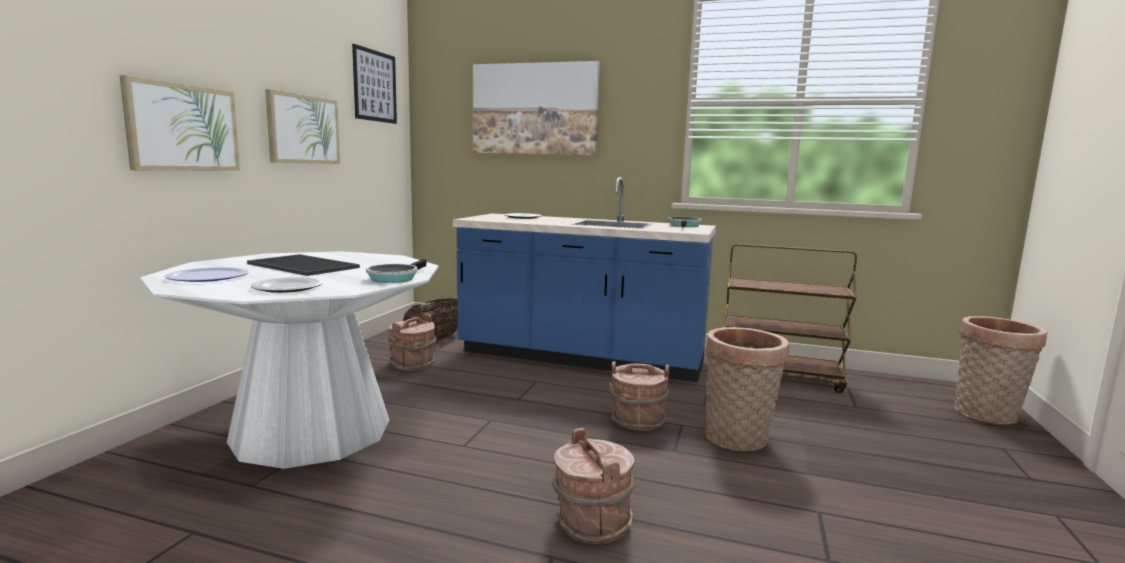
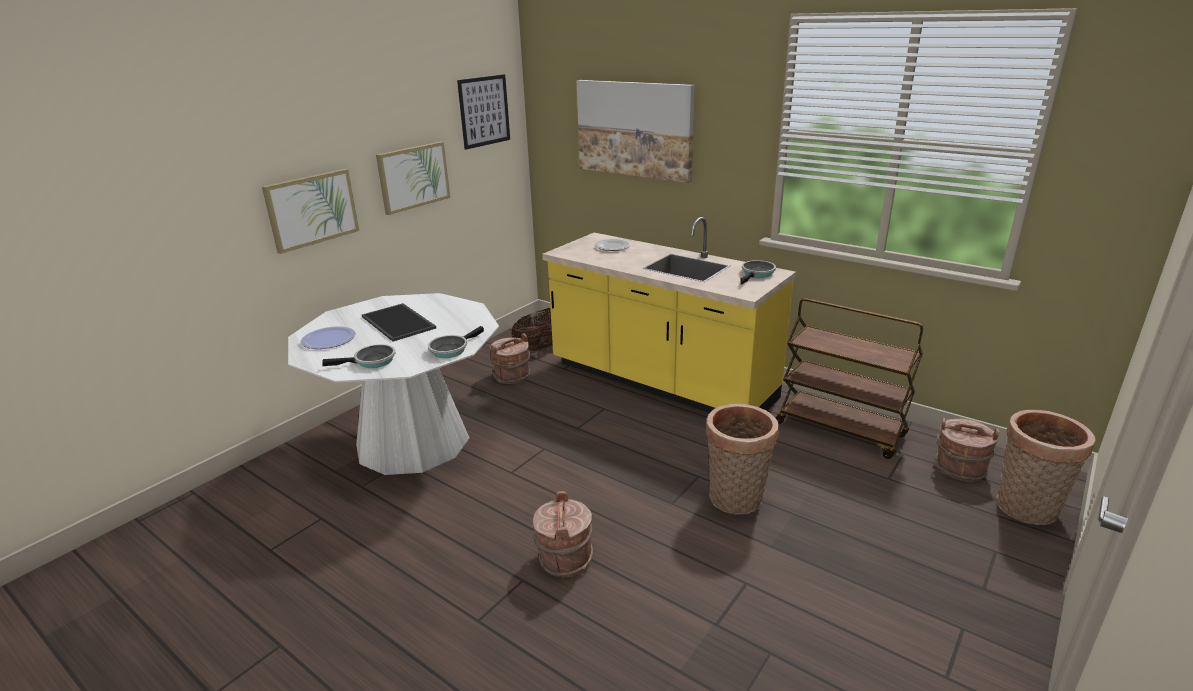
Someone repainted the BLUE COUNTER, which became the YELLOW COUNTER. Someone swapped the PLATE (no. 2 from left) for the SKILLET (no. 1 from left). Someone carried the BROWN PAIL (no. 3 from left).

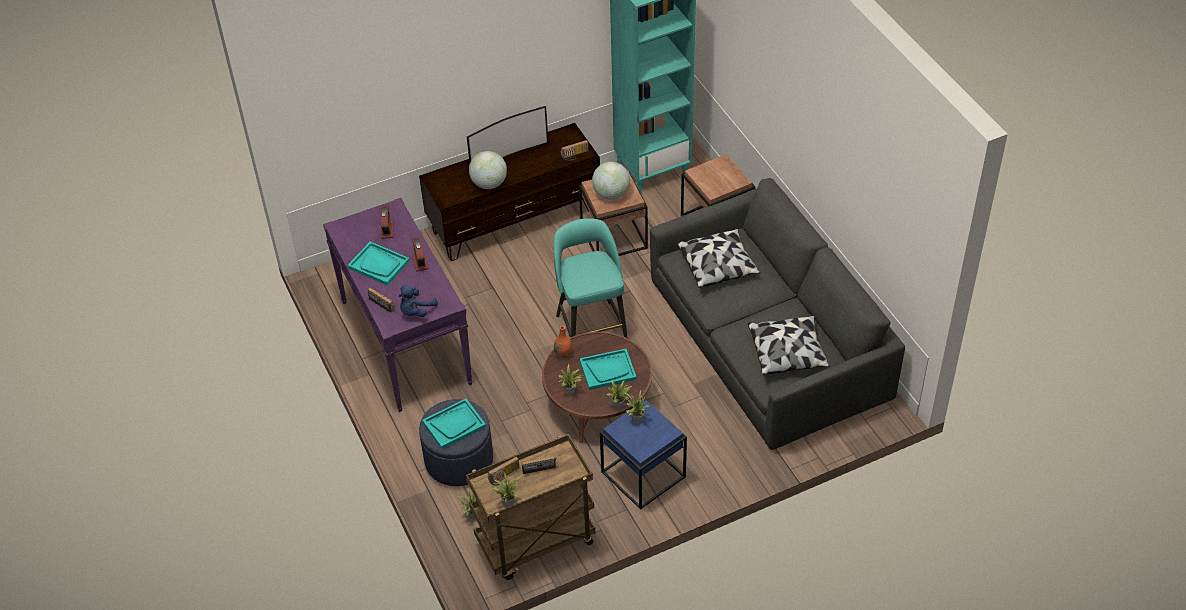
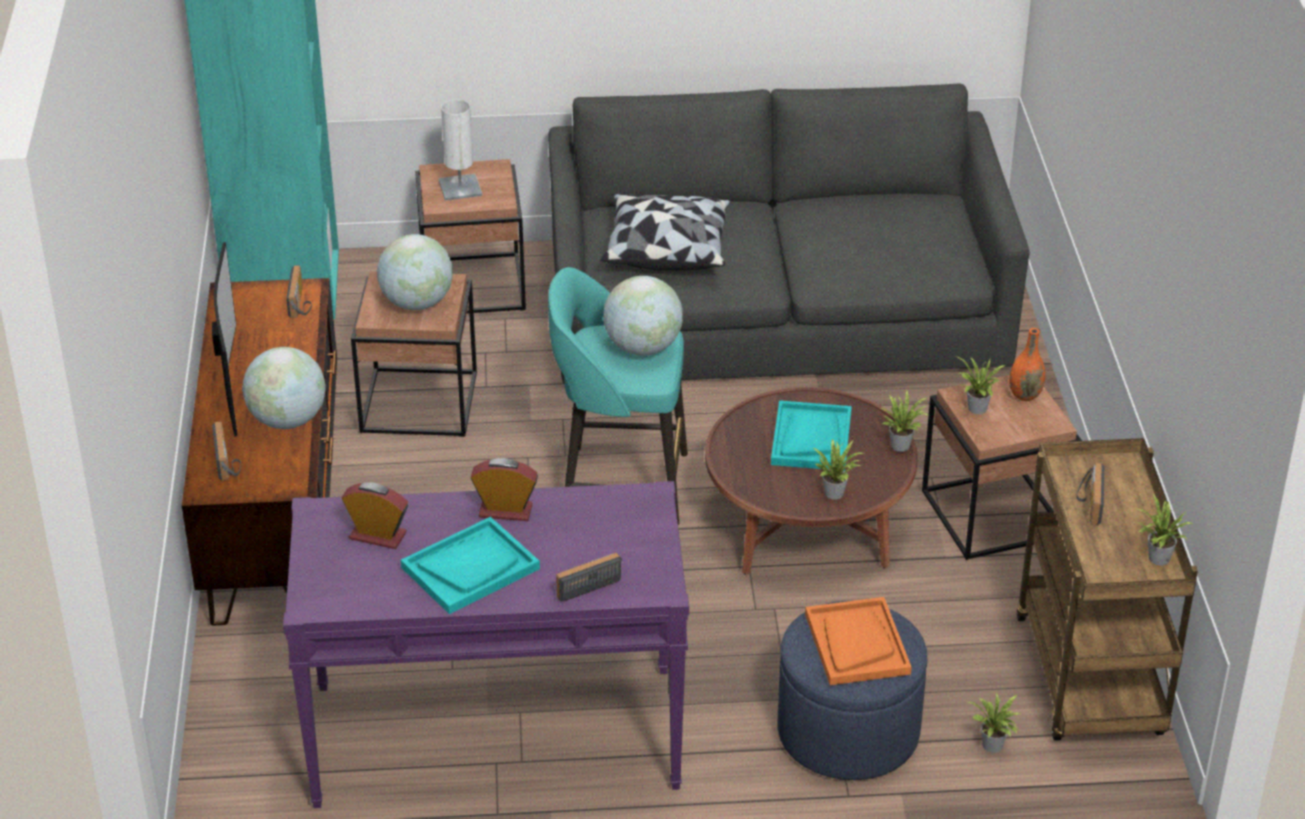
Someone took away the BLUE CUDDLY TOY. Someone took away the PILLOW (no. 2 from left). Someone carried the ORANGEY VASE. Someone repainted the TURQUOISE CARRYING TRAY (no. 2 from left), which became the ORANGEY CARRYING TRAY. Someone repainted the BLUE END TABLE, which became the BROWN END TABLE (no. 3 from left). Someone carried the RADIO RECEIVER (no. 2 from left in the first image). Someone put down the WHITE-COLOURED TABLETOP LAMP. Someone put down the GLOBE (no. 3 from left).

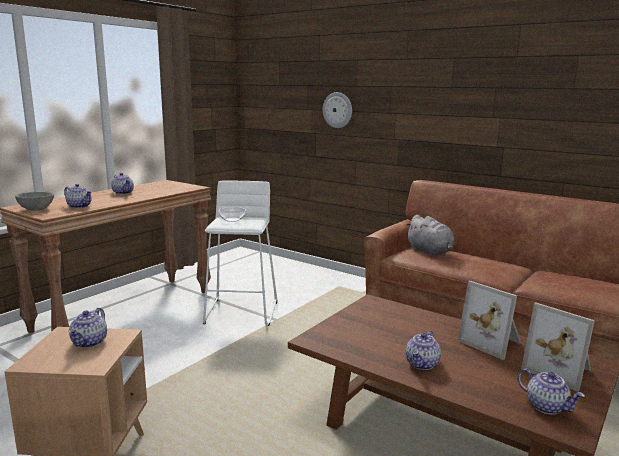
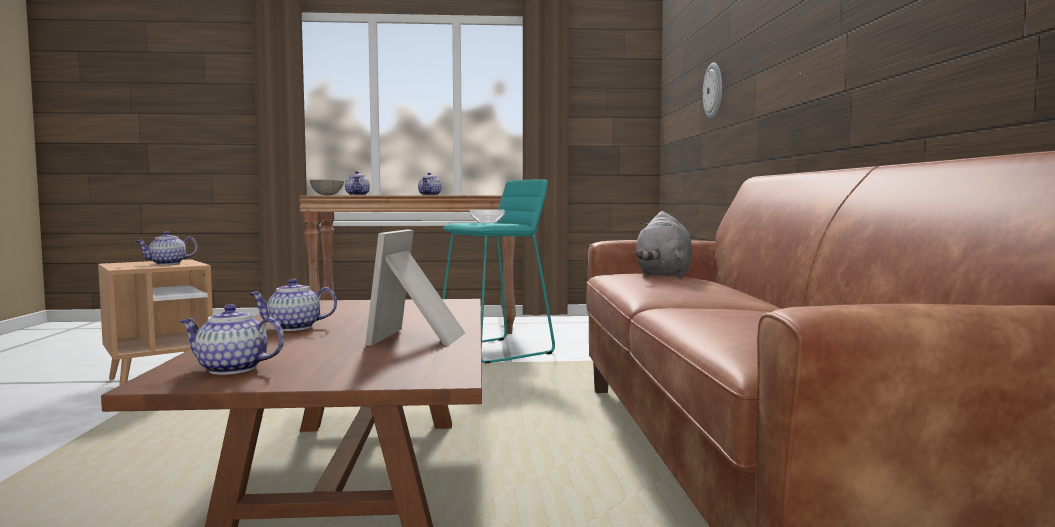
Someone repainted the WHITE-COLOURED STOOL SEAT, which became the TURQUOISE STOOL SEAT. Someone took away the PHOTO FRAME (no. 2 from left). Someone rotated the TEA POT (no. 5 from left in the first image) by 90 degrees clockwise.

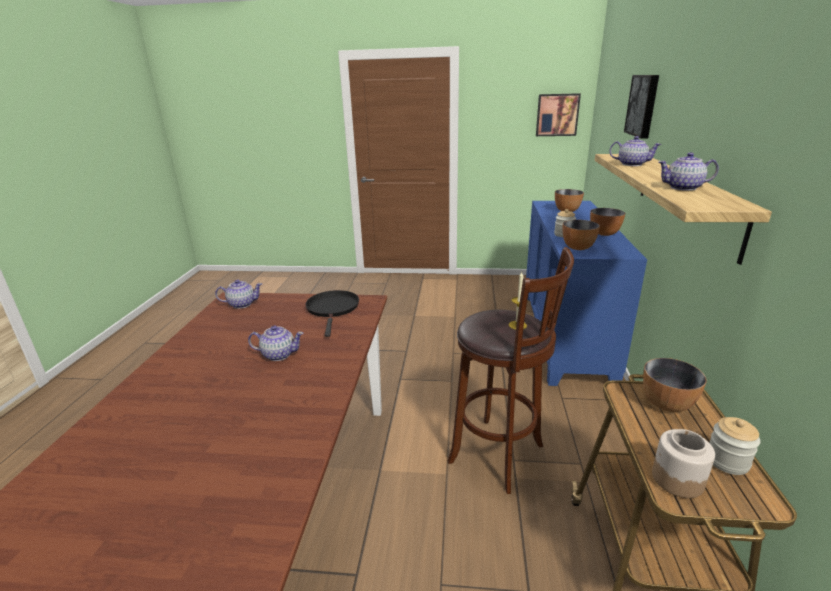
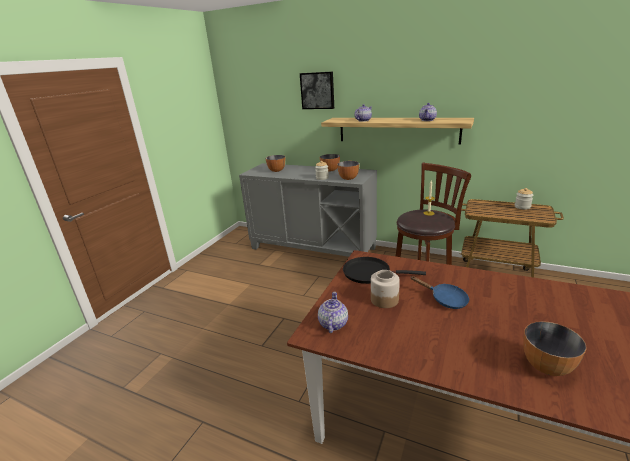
Someone took away the WALL PICTURE (no. 1 from left). Someone repainted the BLUE CUPBOARD, which became the GREYISH CUPBOARD. Someone swapped the TEA POT (no. 2 from left) for the BLUE SKILLET. Someone carried the SERVING BOWL (no. 4 from left). Someone carried the JAR (no. 2 from left).

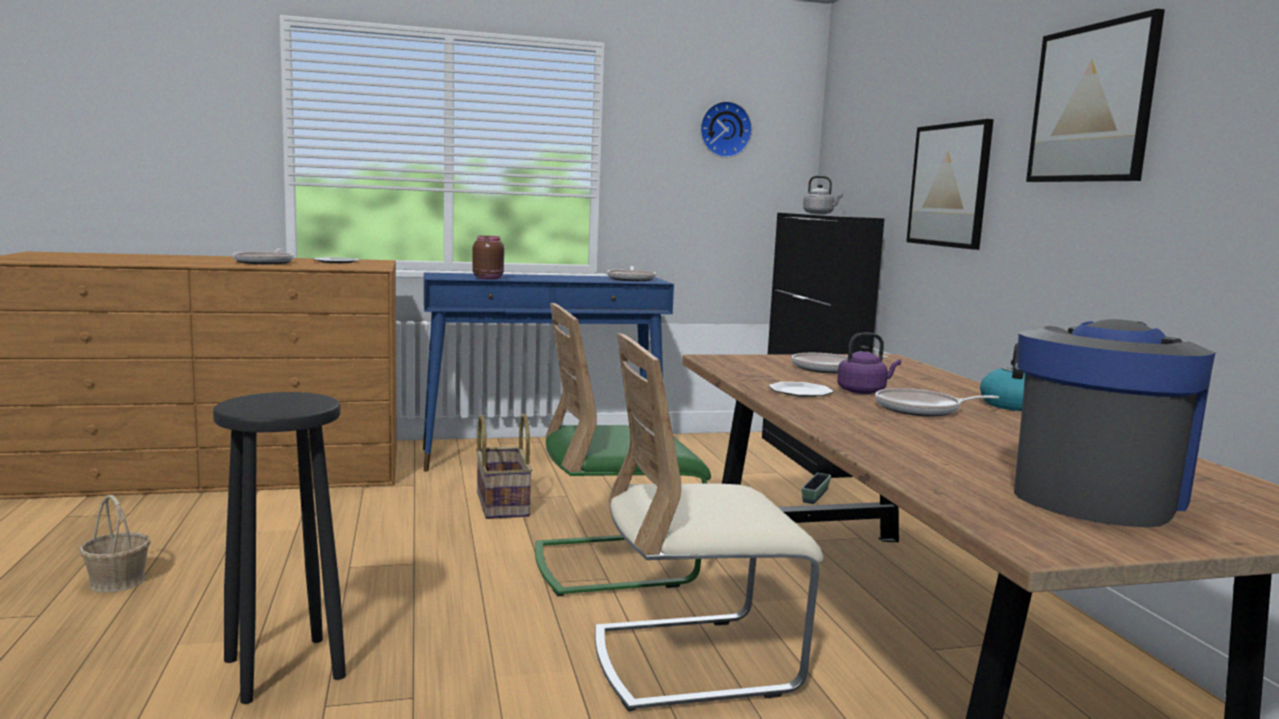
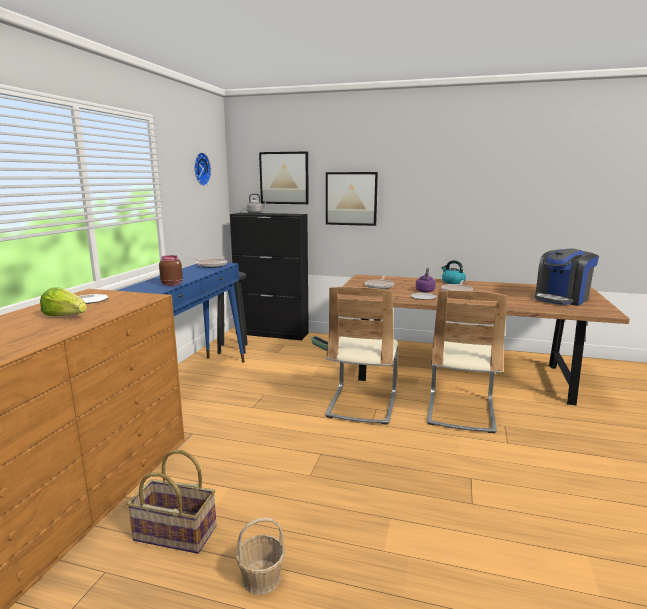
Someone carried the WALL PICTURE (no. 2 from left in the first image). Someone swapped the SKILLET (no. 1 from left) for the HEAD OF LETTUCE. Someone repainted the GREENISH CHAIR, which became the BEIGE-COLOURED CHAIR (no. 1 from left). Someone rotated the COFFEE BREWER by 105 degrees counterclockwise. Someone carried the BLACK STOOL SEAT. Someone carried the BASKET (no. 2 from left in the first image).

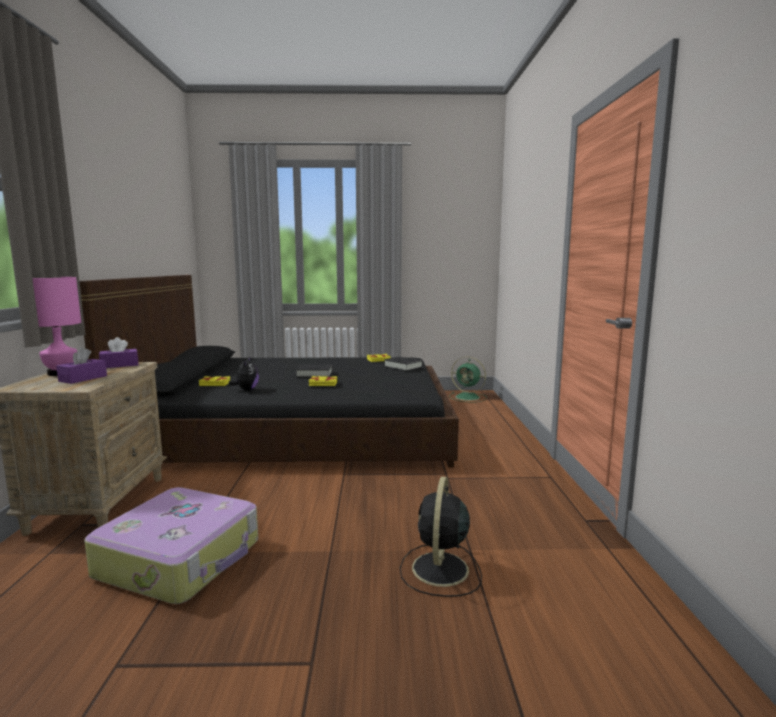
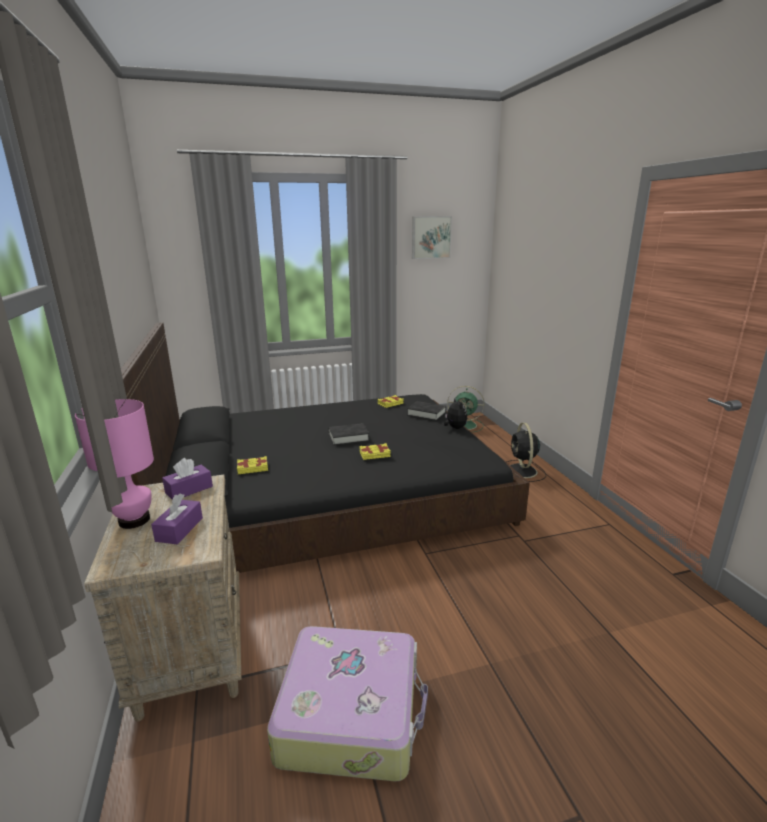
Someone carried the CUDDLY TOY. Someone carried the BLACK FAN. Someone put up the WALL PICTURE.

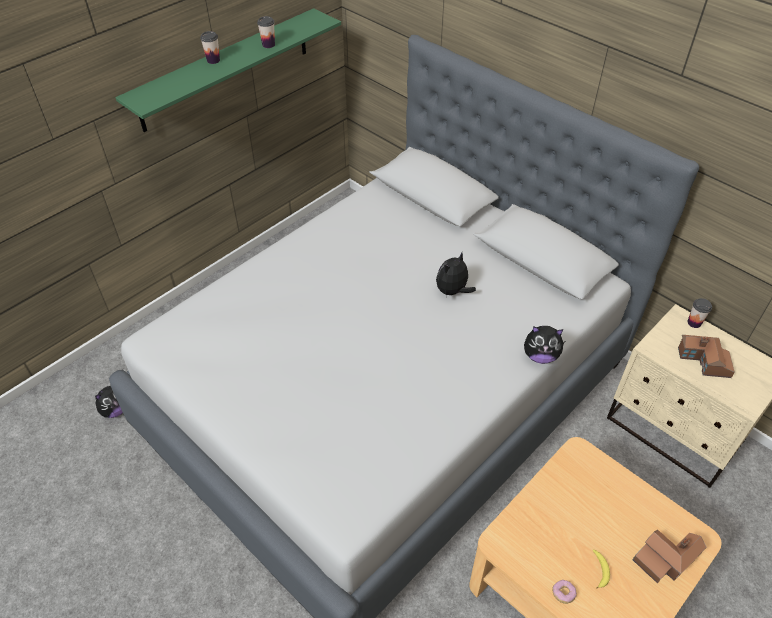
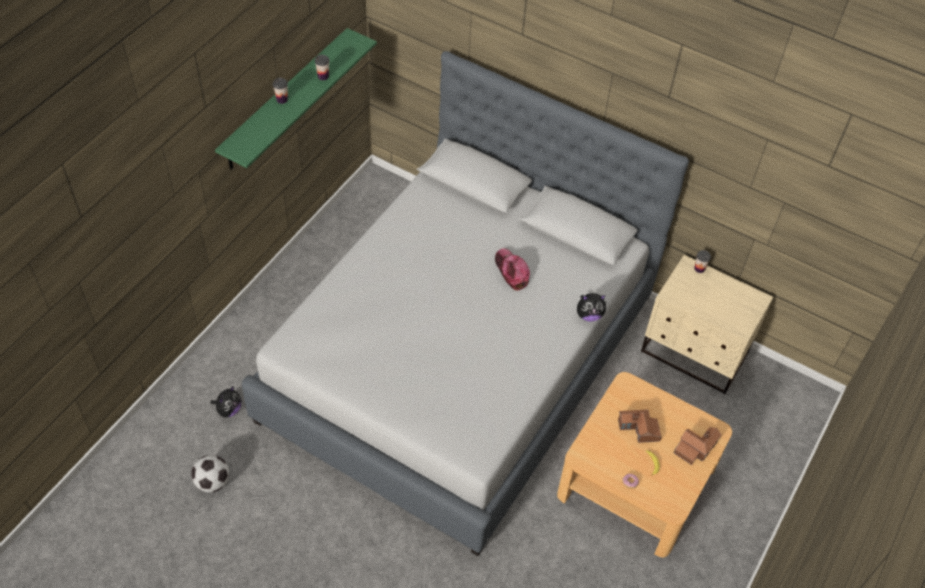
Someone swapped the CUDDLY TOY (no. 2 from left) for the BASEBALL CAP. Someone carried the MODEL HOUSE (no. 2 from left in the first image). Someone put down the FOOTBALL.

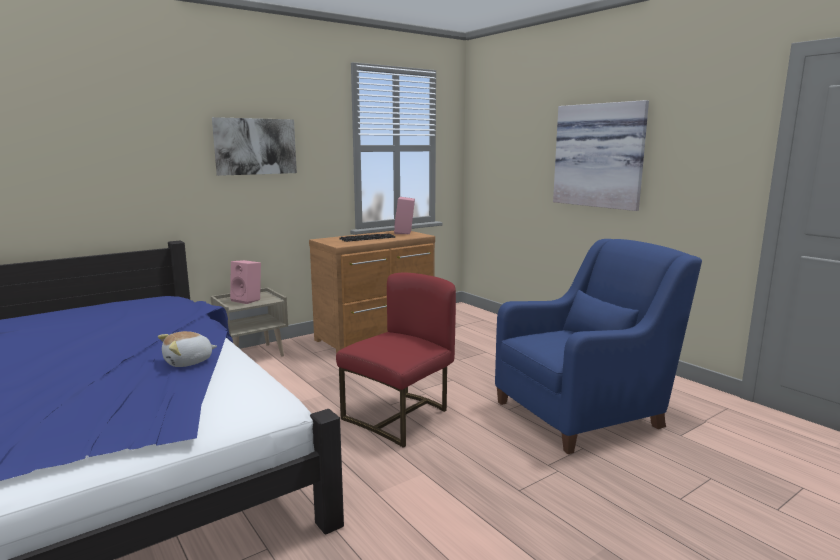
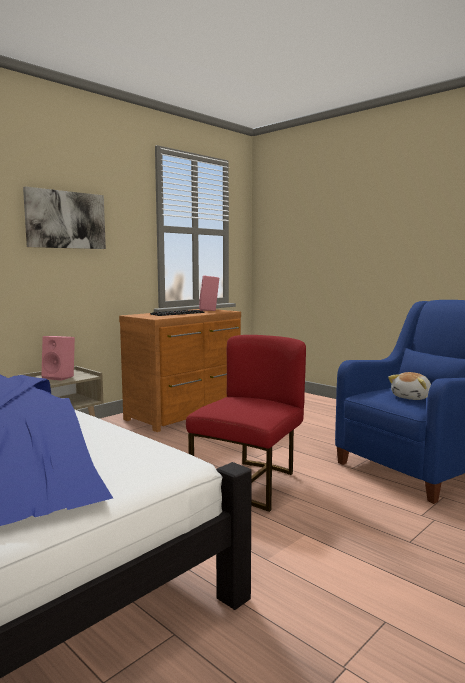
Someone took away the WALL PICTURE (no. 2 from left). Someone carried the CUDDLY TOY.

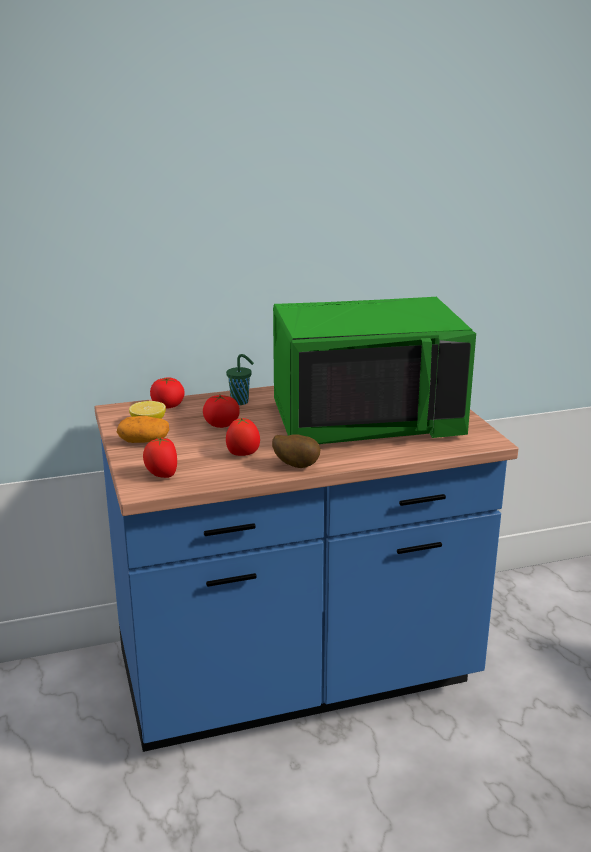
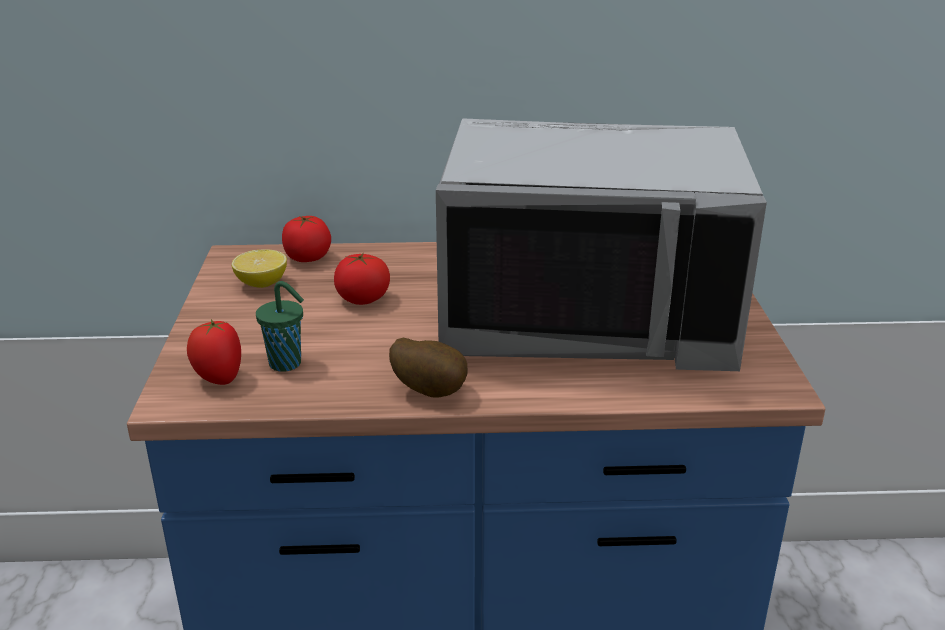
Someone repainted the GREENISH MICROWAVE, which became the GREYISH MICROWAVE. Someone carried the GREENISH CUP. Someone took away the SPUD (no. 1 from left). Someone took away the FRESH TOMATO (no. 4 from left).

